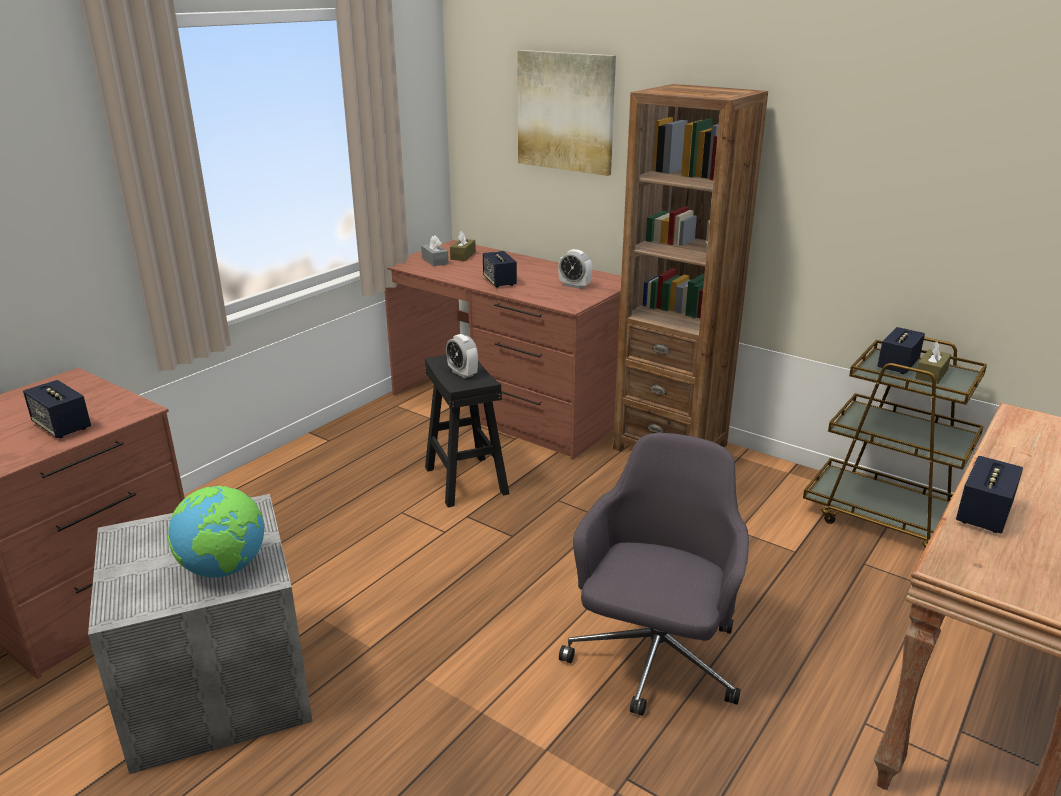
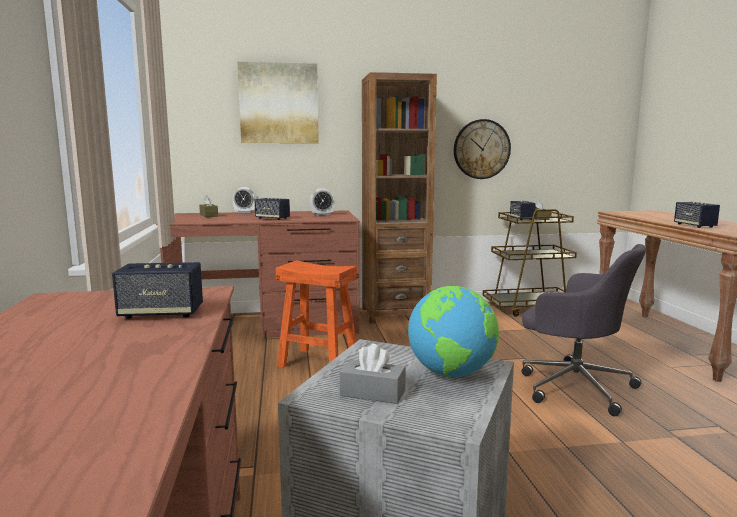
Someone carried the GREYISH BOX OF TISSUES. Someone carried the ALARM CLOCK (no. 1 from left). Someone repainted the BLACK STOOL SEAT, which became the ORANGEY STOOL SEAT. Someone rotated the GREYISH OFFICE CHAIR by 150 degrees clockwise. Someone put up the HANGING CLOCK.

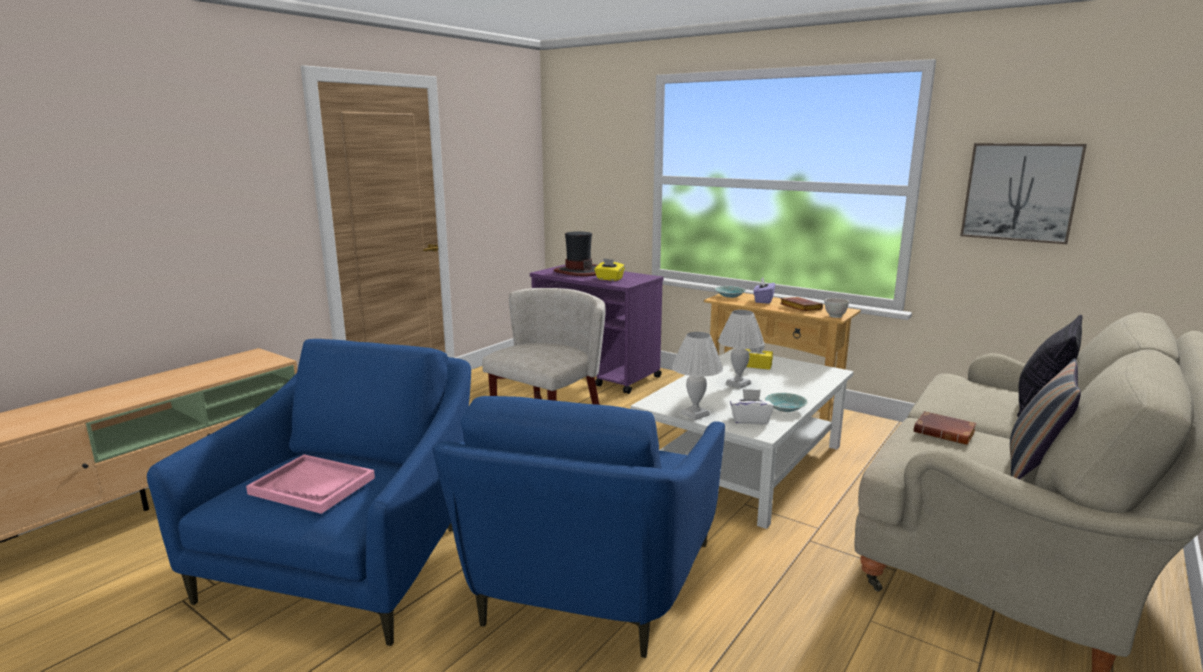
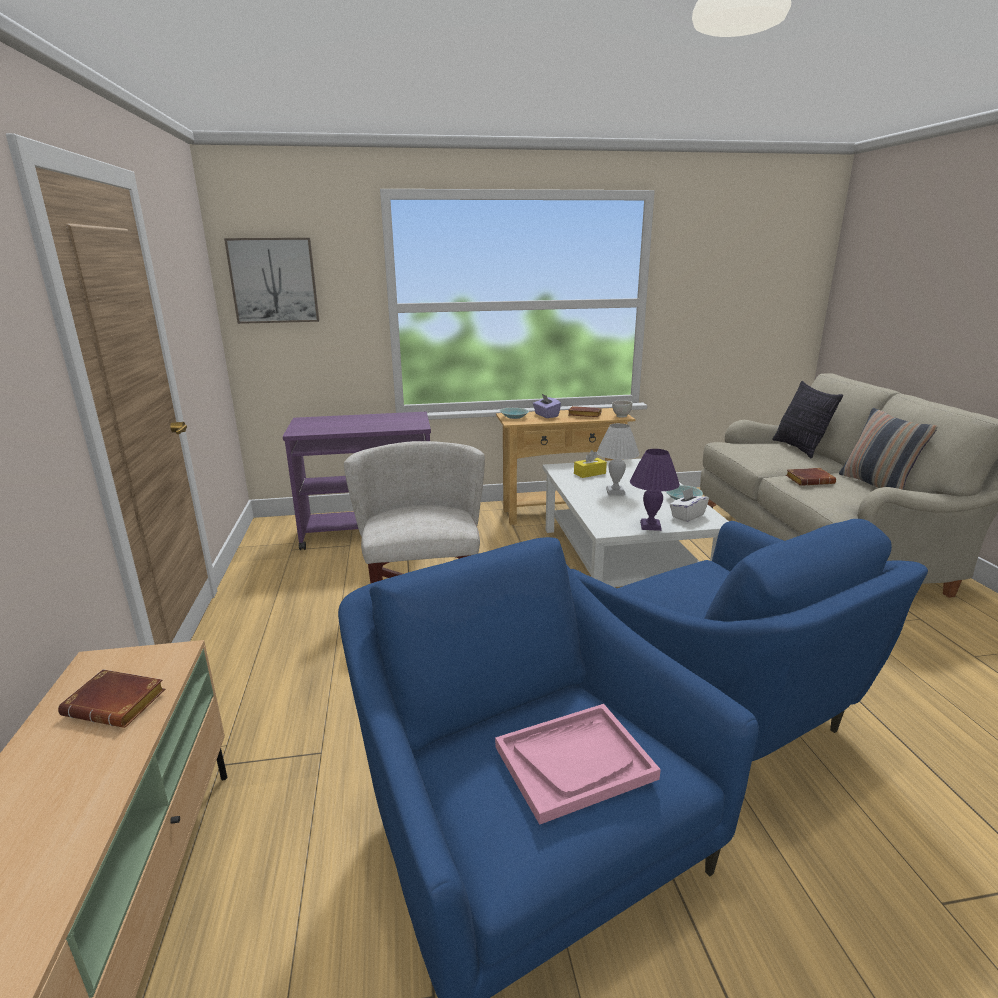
Someone carried the WALL PICTURE. Someone took away the CLOTHING HAT. Someone took away the YELLOW BOX OF TISSUES (no. 1 from left). Someone repainted the WHITE-COLOURED TABLETOP LAMP (no. 1 from left), which became the PURPLE-COLOURED TABLETOP LAMP. Someone put down the BROWN BOUND BOOK (no. 1 from left).

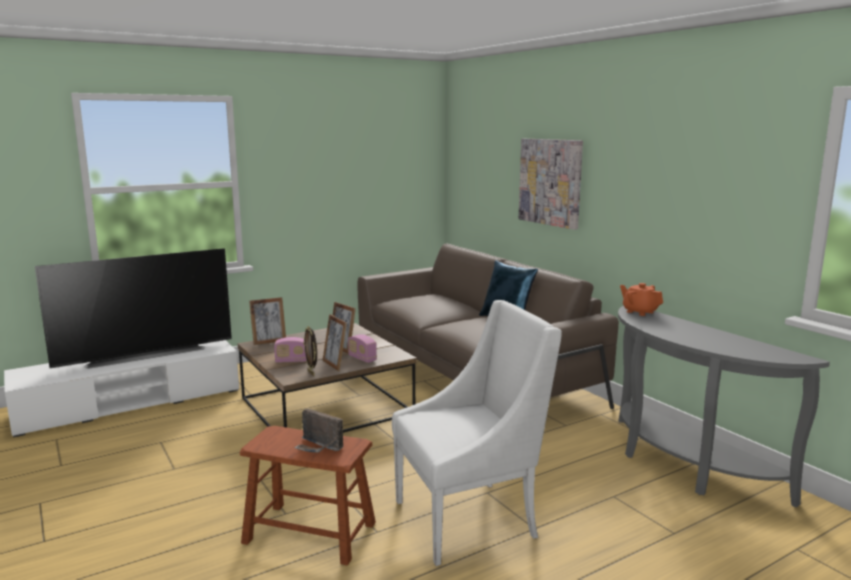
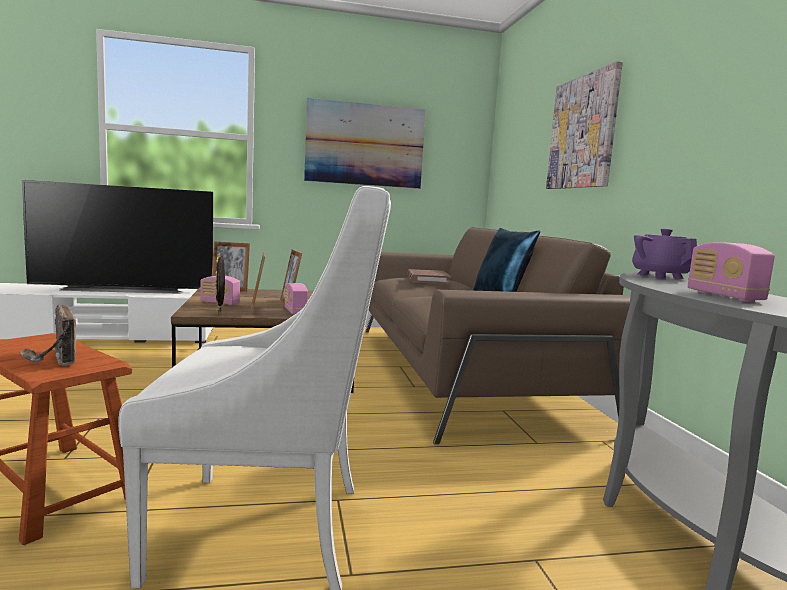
Someone repainted the ORANGEY TEA POT, which became the PURPLE-COLOURED TEA POT. Someone put up the WALL PICTURE (no. 1 from left). Someone put down the RADIO RECEIVER (no. 4 from left). Someone put down the BROWN BOUND BOOK.

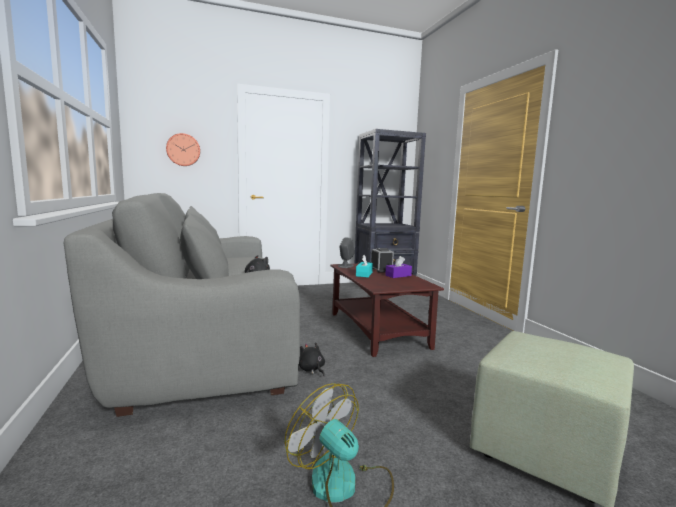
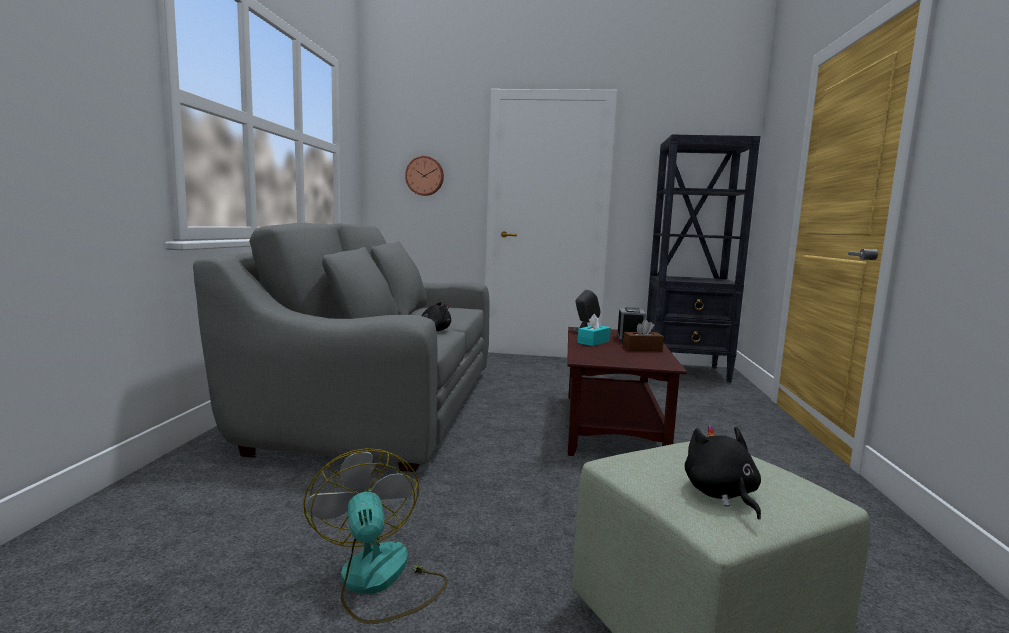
Someone repainted the PURPLE-COLOURED BOX OF TISSUES, which became the BROWN BOX OF TISSUES. Someone carried the BLACK CUDDLY TOY (no. 2 from left).

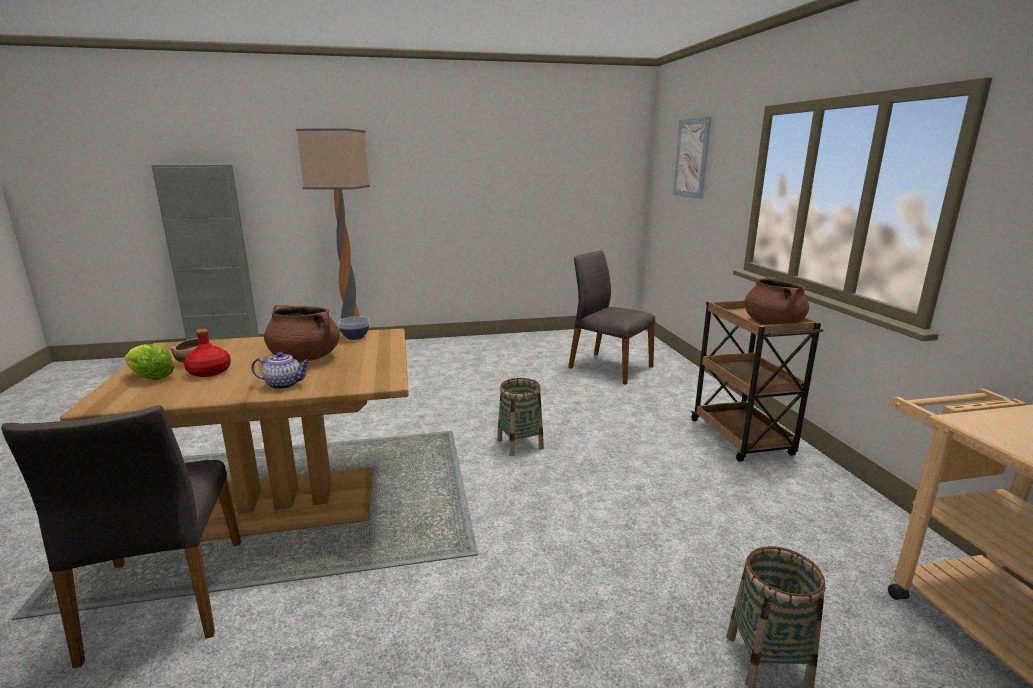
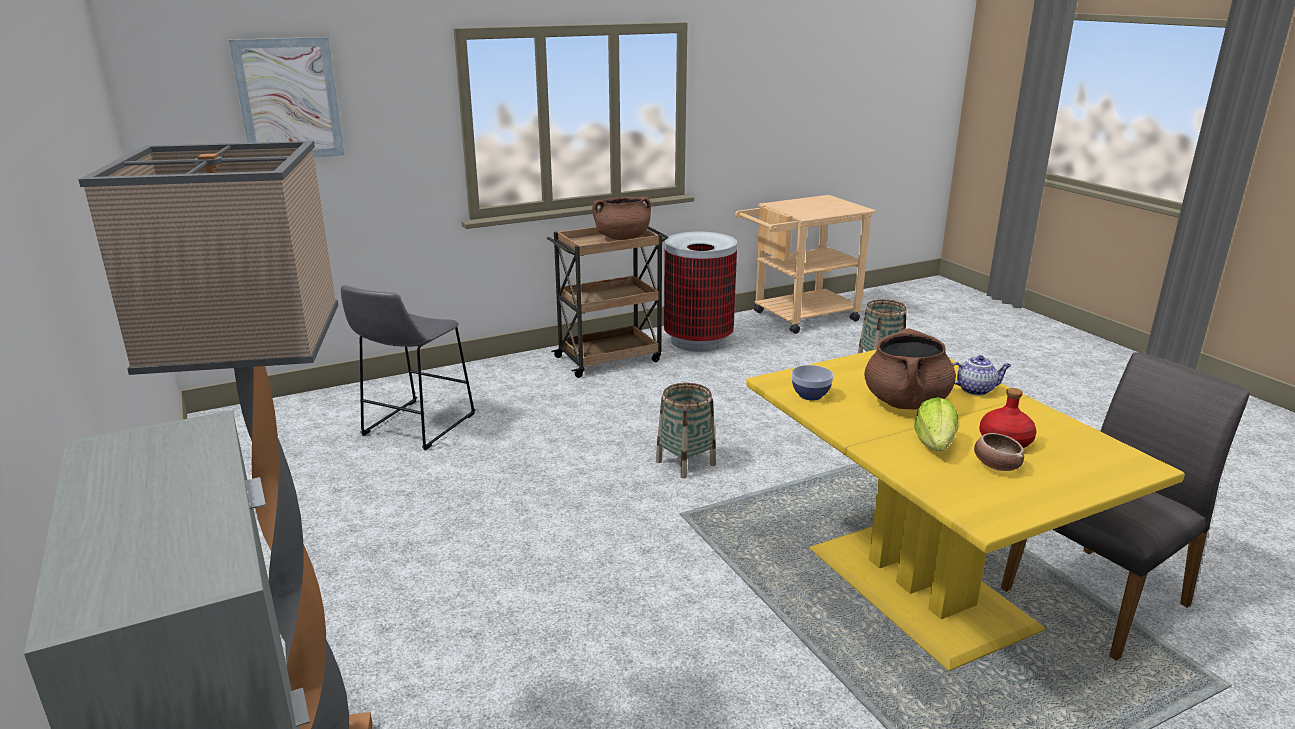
Someone swapped the GREYISH CHAIR (no. 2 from left) for the GREYISH STOOL SEAT. Someone repainted the BROWN DINNER TABLE, which became the YELLOW DINNER TABLE. Someone carried the HEAD OF LETTUCE. Someone rotated the TEA POT by 105 degrees clockwise. Someone put down the RUBBISH BIN.

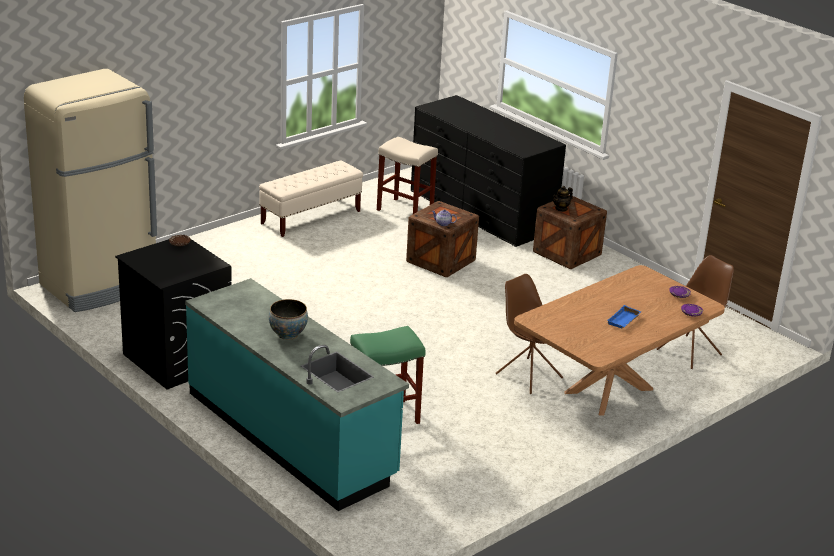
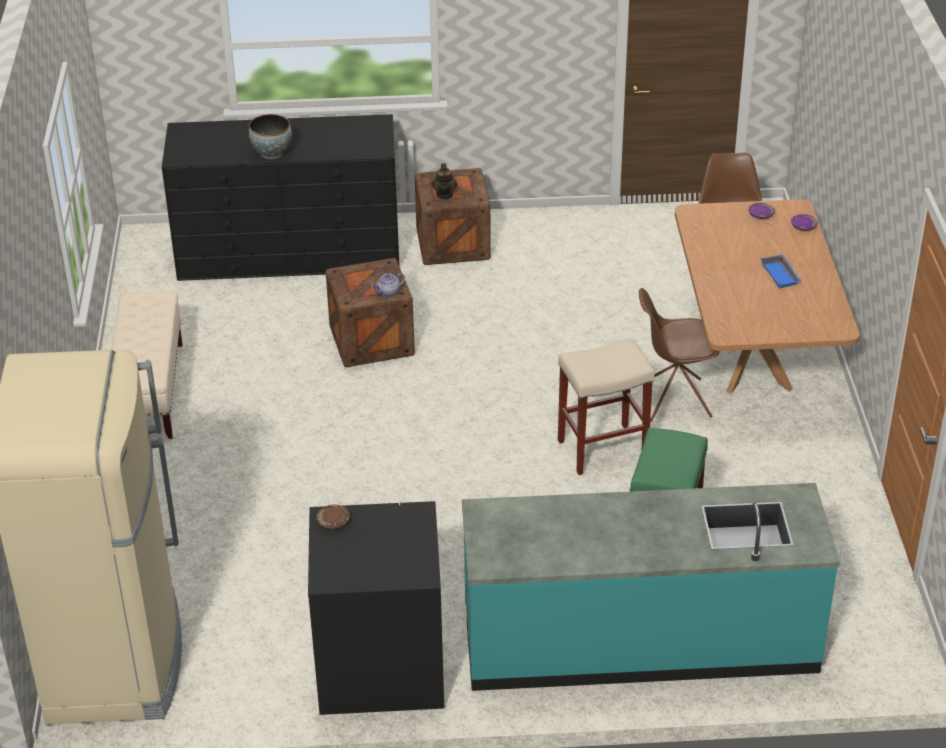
Someone carried the BEIGE-COLOURED STOOL SEAT. Someone carried the SERVING BOWL.

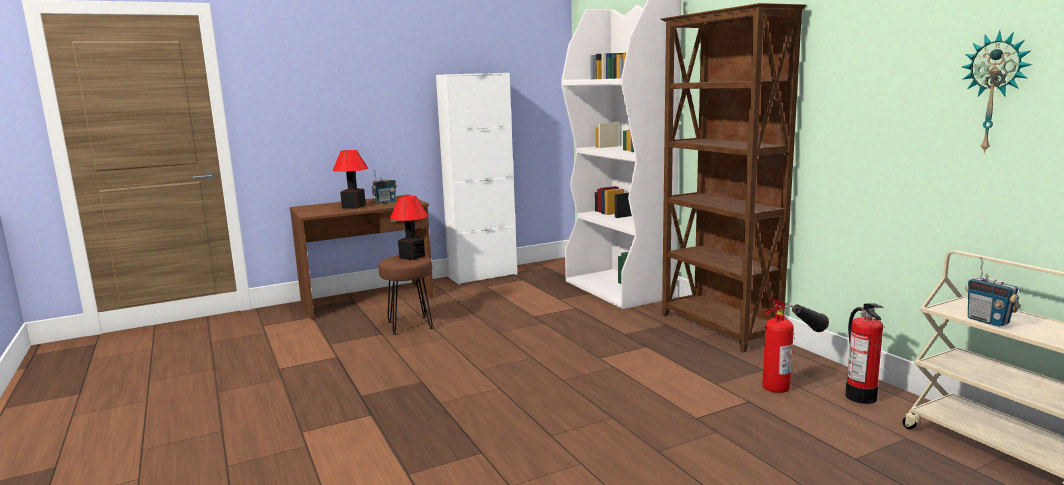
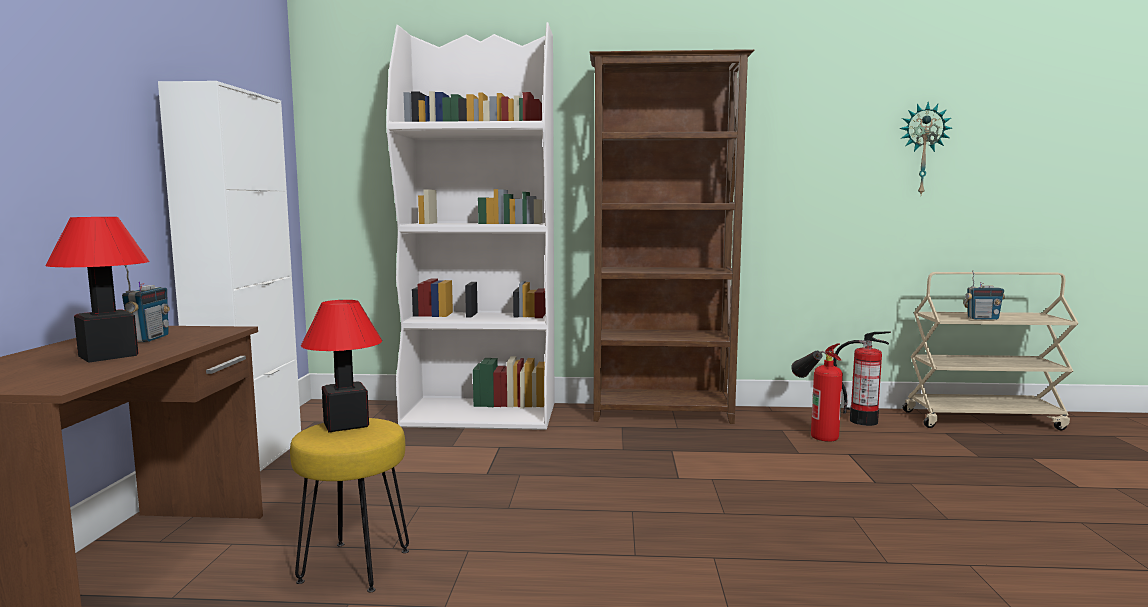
Someone repainted the BROWN STOOL SEAT, which became the YELLOW STOOL SEAT.

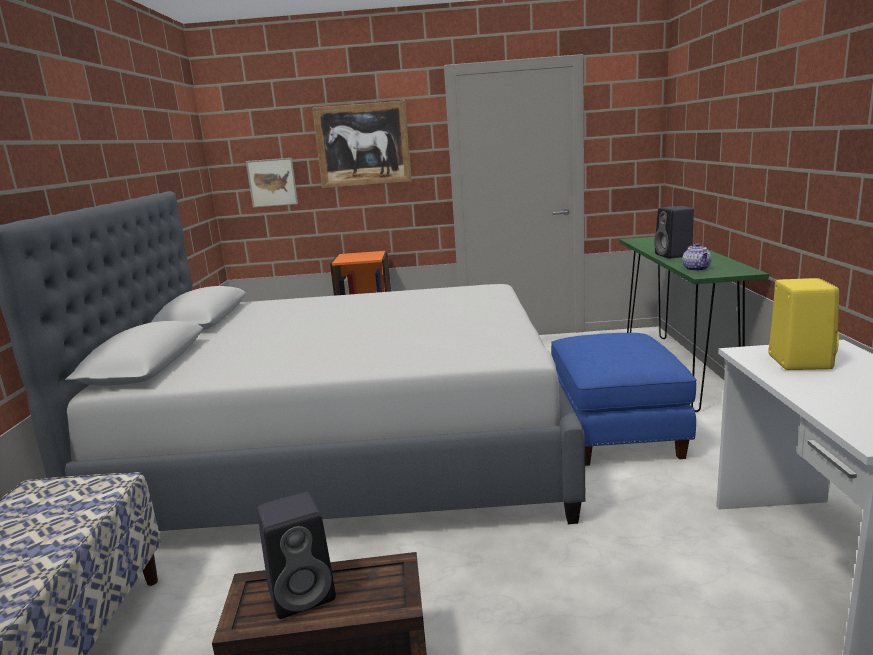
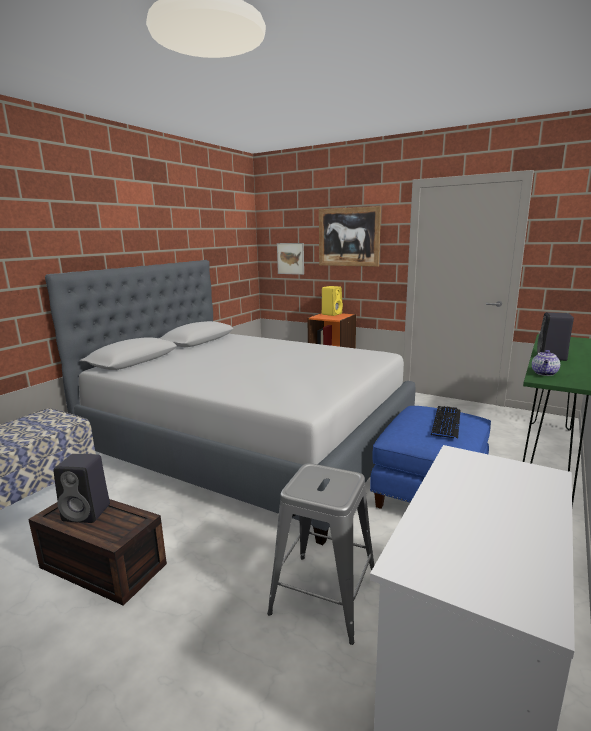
Someone carried the YELLOW AUDIO SPEAKER. Someone put down the KEYBOARD. Someone put down the GREYISH STOOL SEAT.

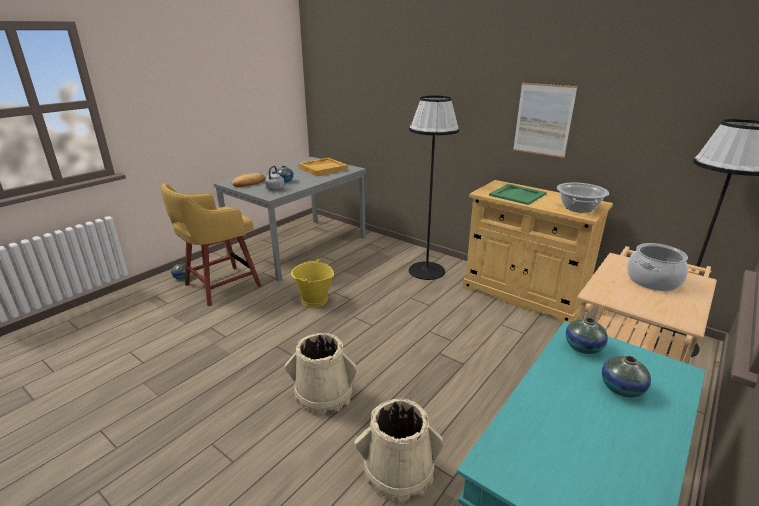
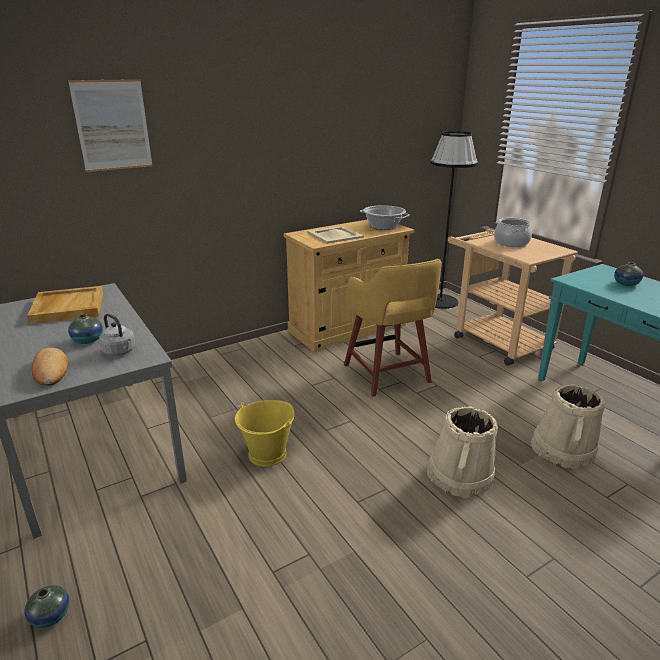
Someone carried the WALL PICTURE. Someone took away the BLACK STANDING LAMP (no. 1 from left). Someone carried the YELLOW STOOL SEAT. Someone repainted the GREENISH CARRYING TRAY, which became the BEIGE-COLOURED CARRYING TRAY (no. 2 from left). Someone took away the VASE (no. 3 from left).

